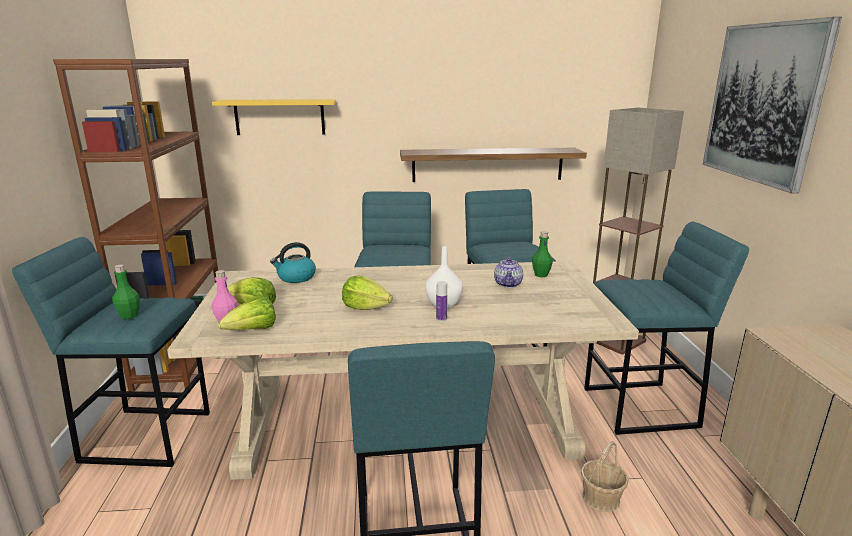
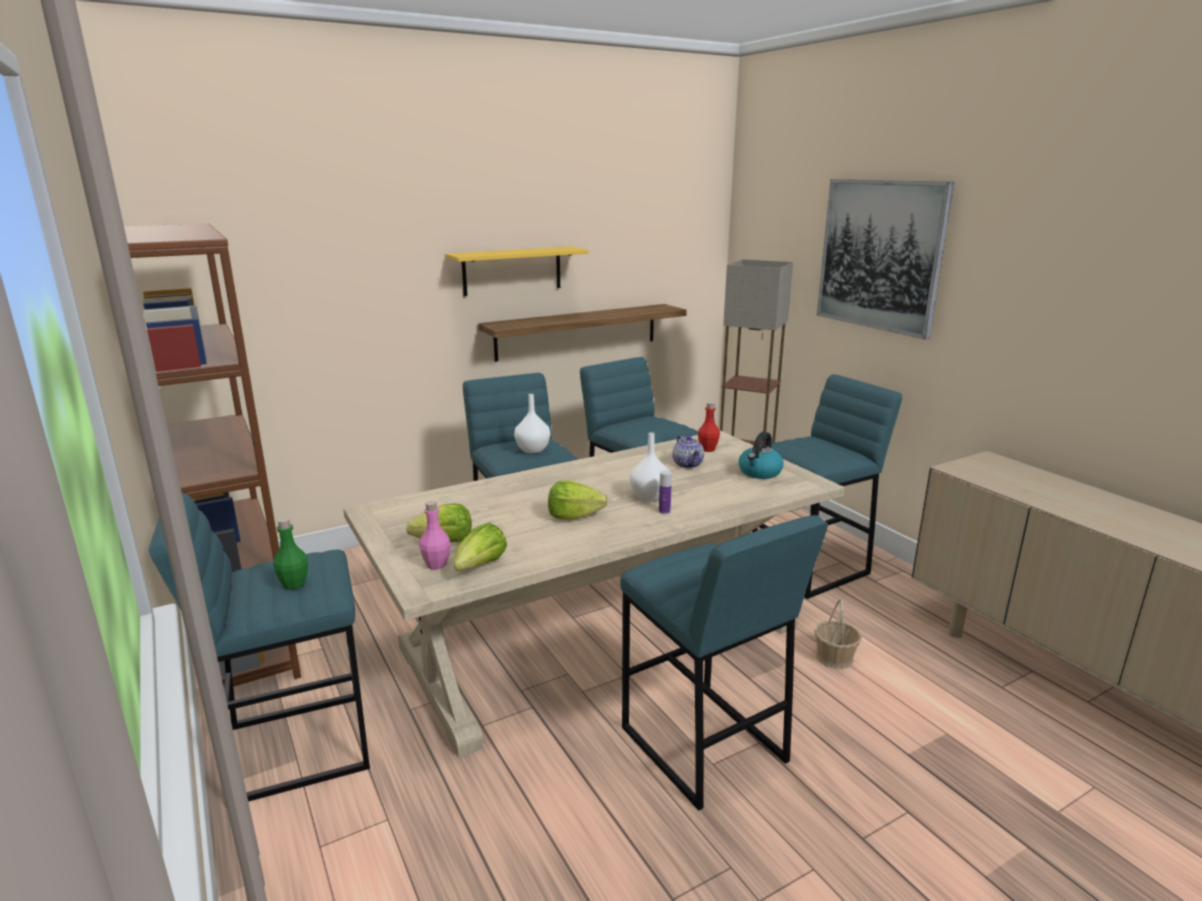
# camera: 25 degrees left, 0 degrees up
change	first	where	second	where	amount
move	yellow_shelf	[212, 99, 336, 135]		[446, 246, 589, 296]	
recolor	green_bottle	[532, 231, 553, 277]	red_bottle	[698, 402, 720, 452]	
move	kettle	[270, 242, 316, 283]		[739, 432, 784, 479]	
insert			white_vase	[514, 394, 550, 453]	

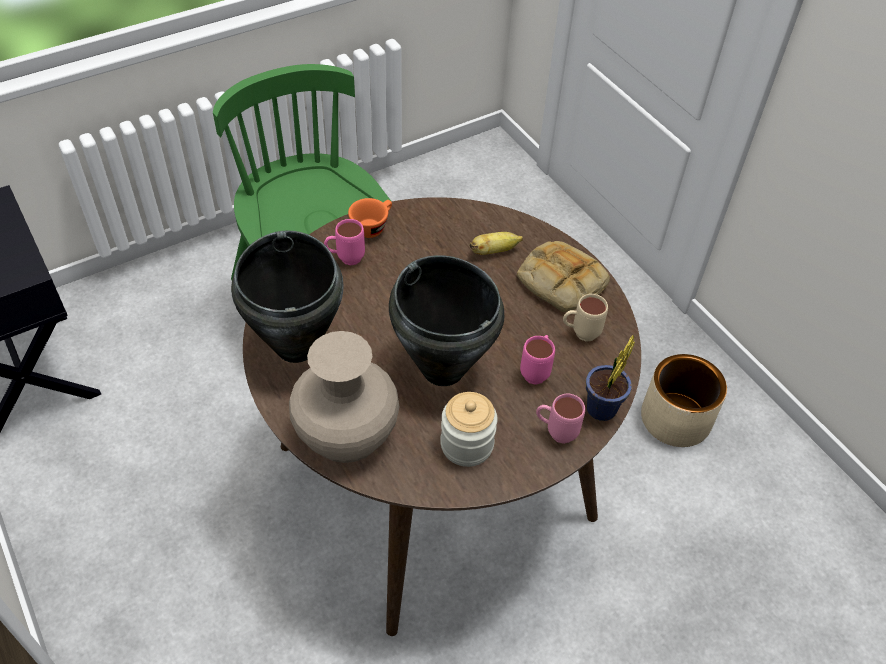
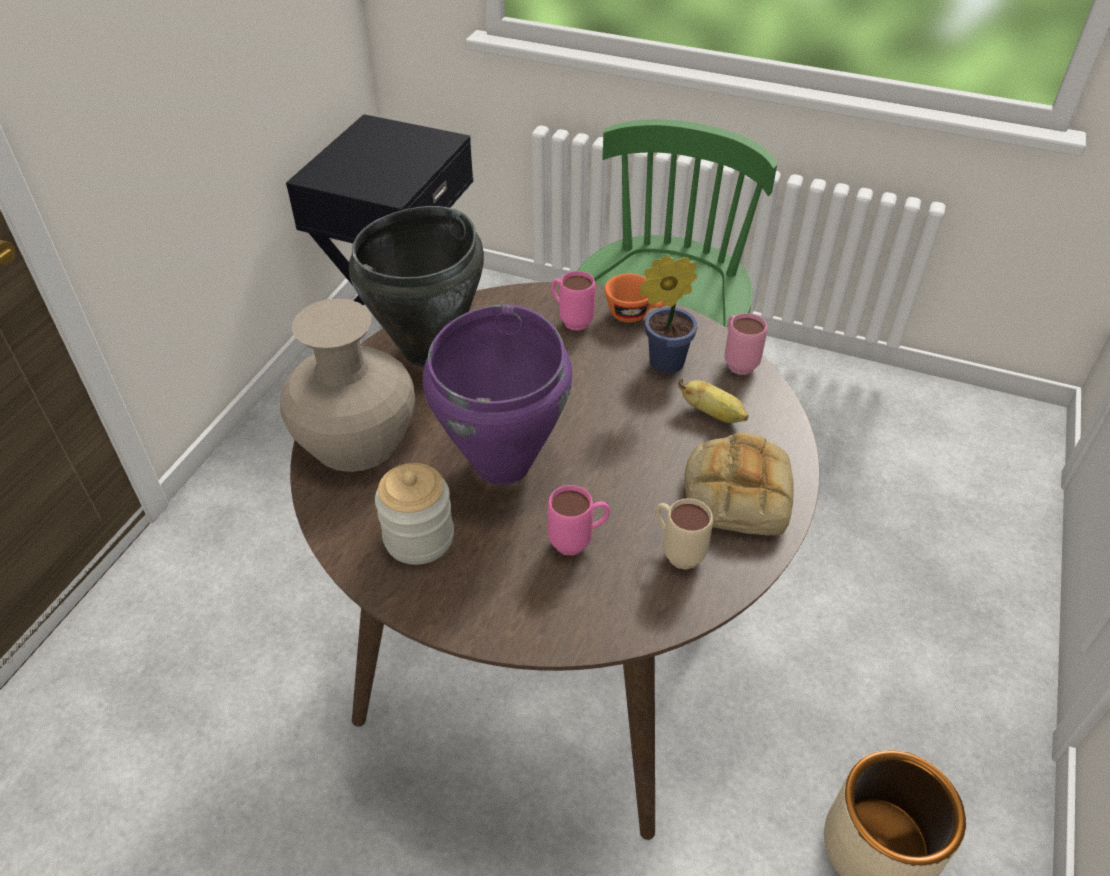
# camera: 55 degrees right, 5 degrees down
change	first	where	second	where	amount
recolor	black_cooking_pot	[389, 255, 504, 386]	purple_cooking_pot	[423, 304, 572, 485]	
move	potted_plant	[586, 335, 635, 421]		[640, 256, 698, 374]	
move	pink_mug	[536, 394, 585, 444]		[725, 313, 767, 375]	

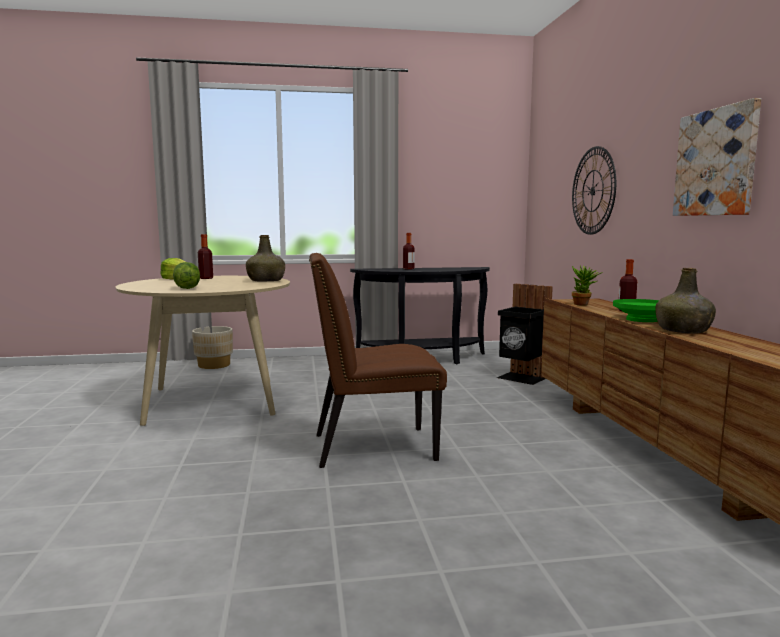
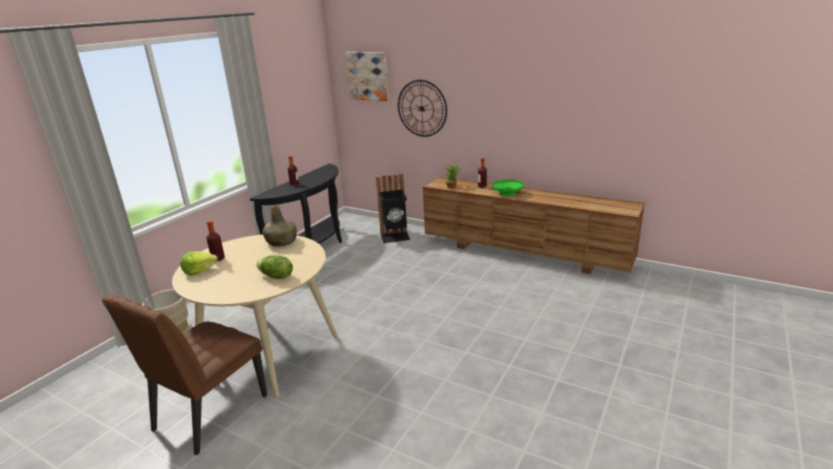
# camera: 50 degrees left, 15 degrees up
change	first	where	second	where	amount
move	picture	[673, 98, 761, 216]		[345, 52, 389, 101]	
move	brown_chair	[309, 253, 447, 468]		[102, 294, 267, 456]	
delete	green_bottle	[655, 268, 716, 334]			

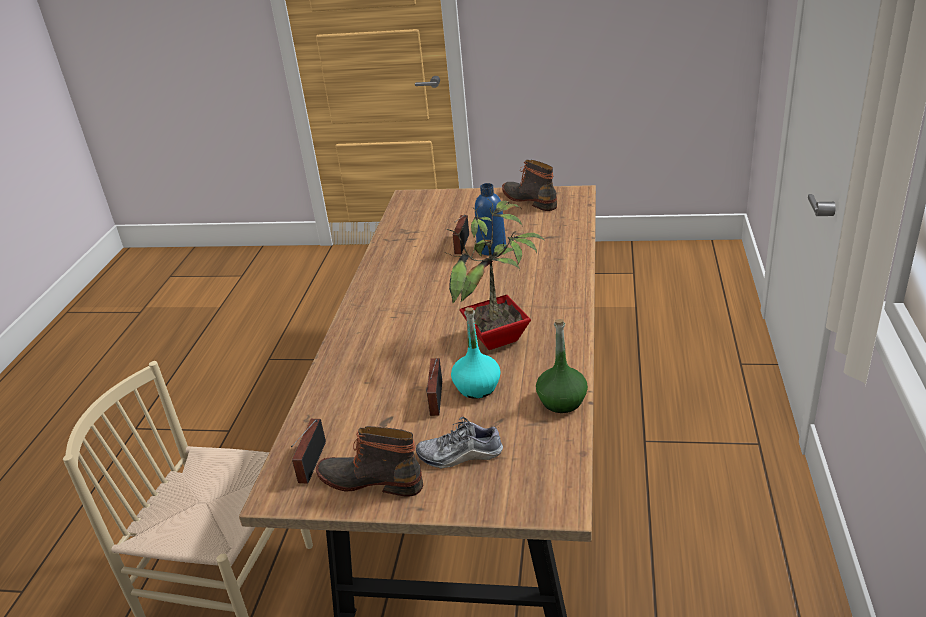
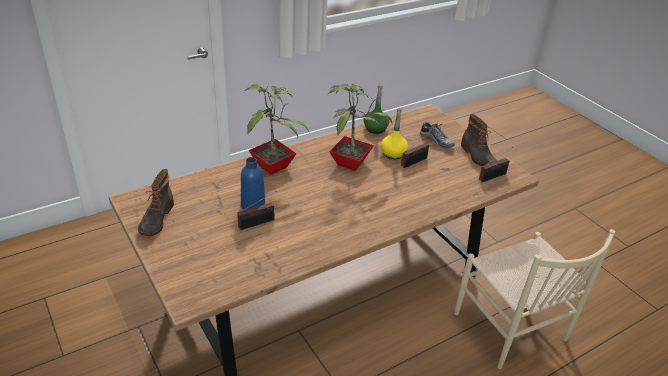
# camera: 135 degrees left, 5 degrees up
change	first	where	second	where	amount
recolor	turquoise_bottle	[451, 307, 501, 399]	yellow_bottle	[381, 108, 408, 159]	
insert			potted_plant	[244, 84, 309, 175]	

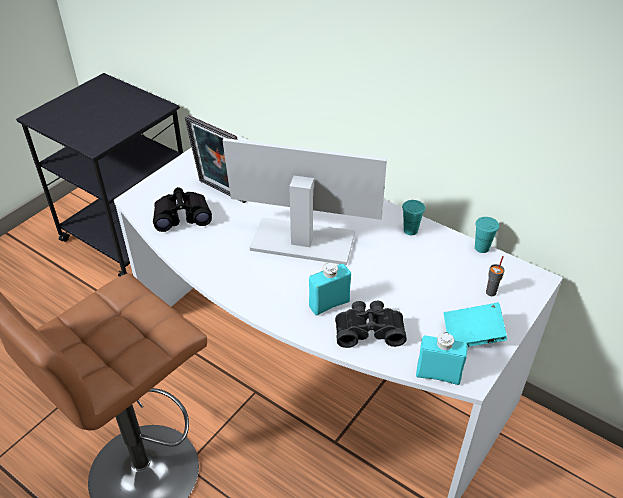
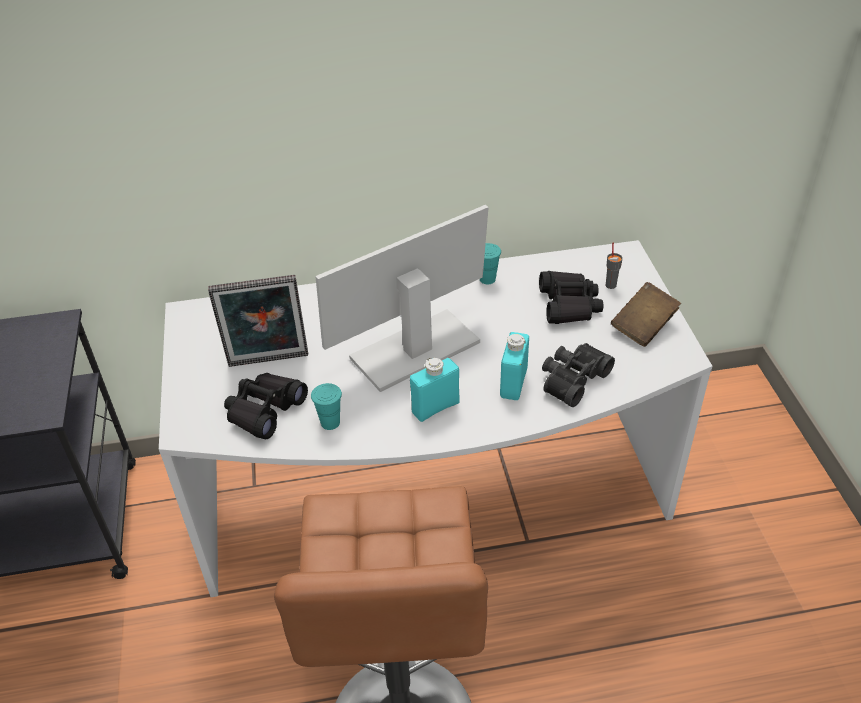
# camera: 45 degrees left, 0 degrees up
change	first	where	second	where	amount
move	turquoise_cup	[475, 217, 499, 253]		[311, 383, 342, 430]	
recolor	turquoise_book	[444, 302, 507, 347]	brown_book	[611, 282, 681, 347]	
move	turquoise_bottle	[416, 332, 468, 385]		[410, 358, 460, 422]	
insert			black_binoculars	[539, 271, 603, 324]	

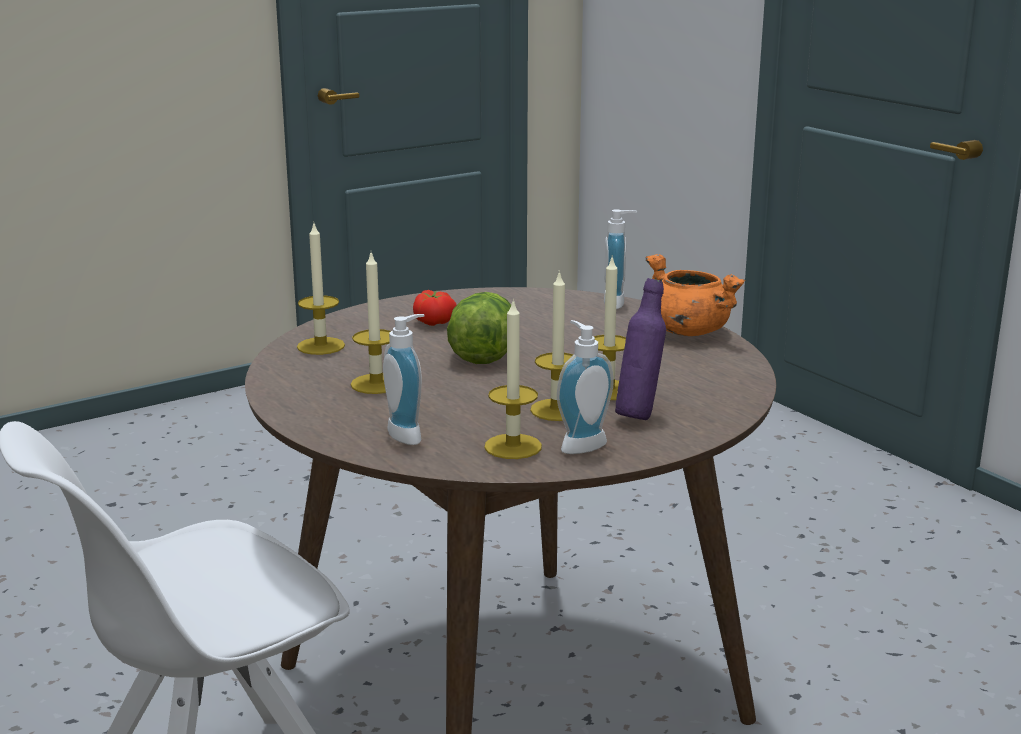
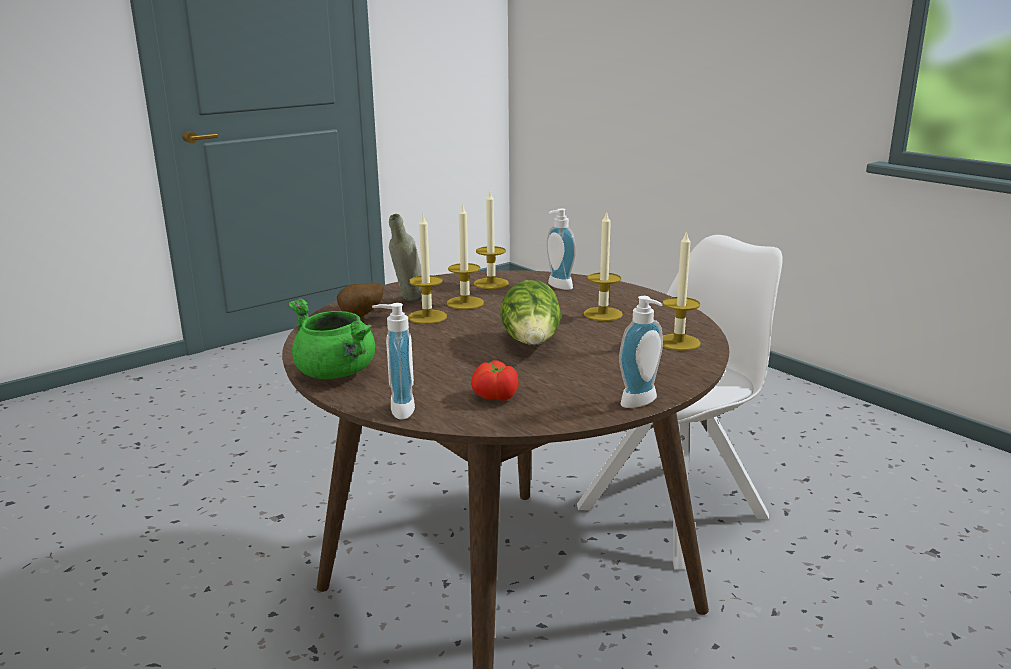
# camera: 175 degrees right, 0 degrees up
change	first	where	second	where	amount
recolor	orange_cooking_pot	[646, 254, 745, 336]	green_cooking_pot	[288, 298, 375, 379]	
recolor	purple_bottle	[615, 278, 666, 420]	grey_bottle	[389, 214, 422, 301]	
move	tomato	[413, 290, 457, 326]		[471, 360, 519, 401]	
move	soap_dispenser	[557, 320, 614, 454]		[619, 296, 663, 408]	
insert			potato	[337, 283, 384, 317]	

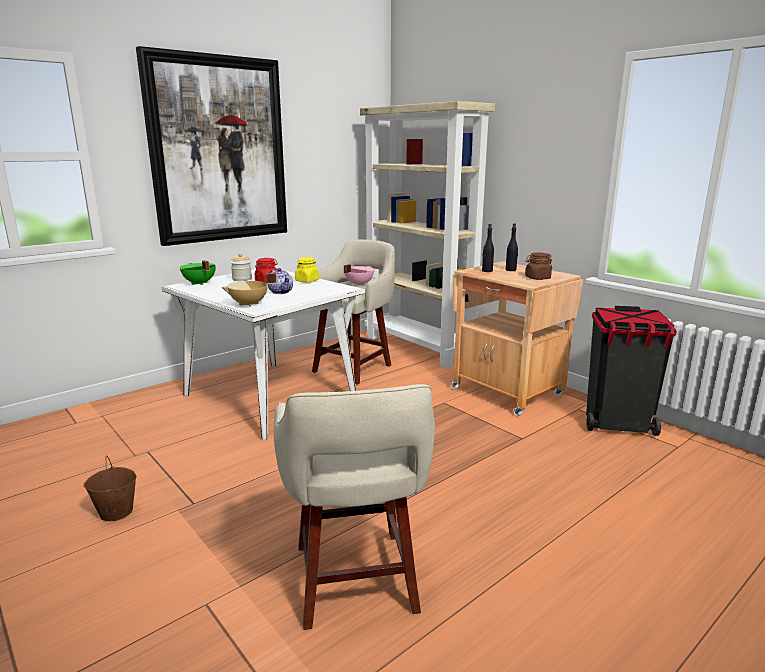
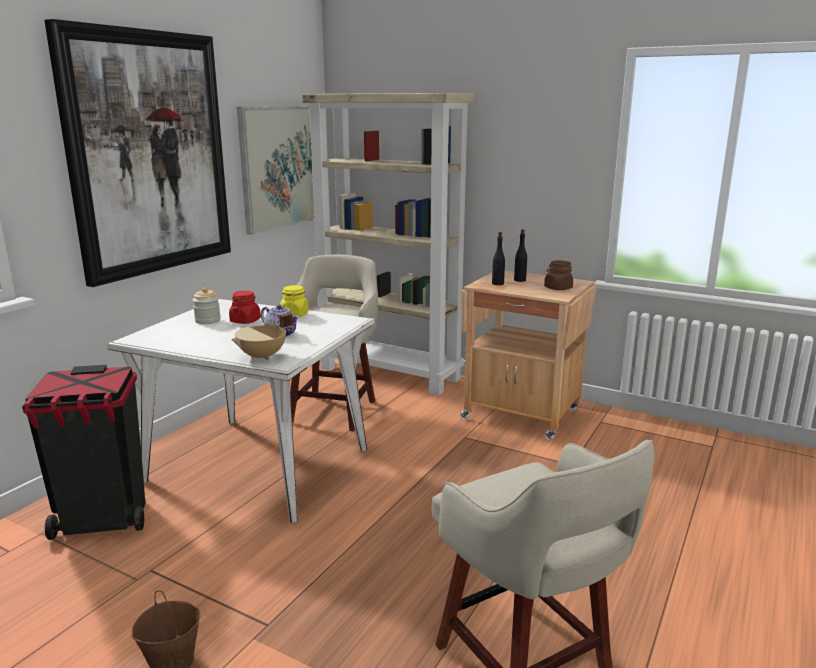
# camera: 20 degrees left, 0 degrees up
change	first	where	second	where	amount
delete	green_cooking_pot	[179, 260, 216, 285]			
delete	pink_cooking_pot	[344, 264, 375, 286]			
move	black_trash_can	[586, 306, 677, 436]		[22, 365, 145, 540]	
insert			picture	[237, 106, 315, 235]	

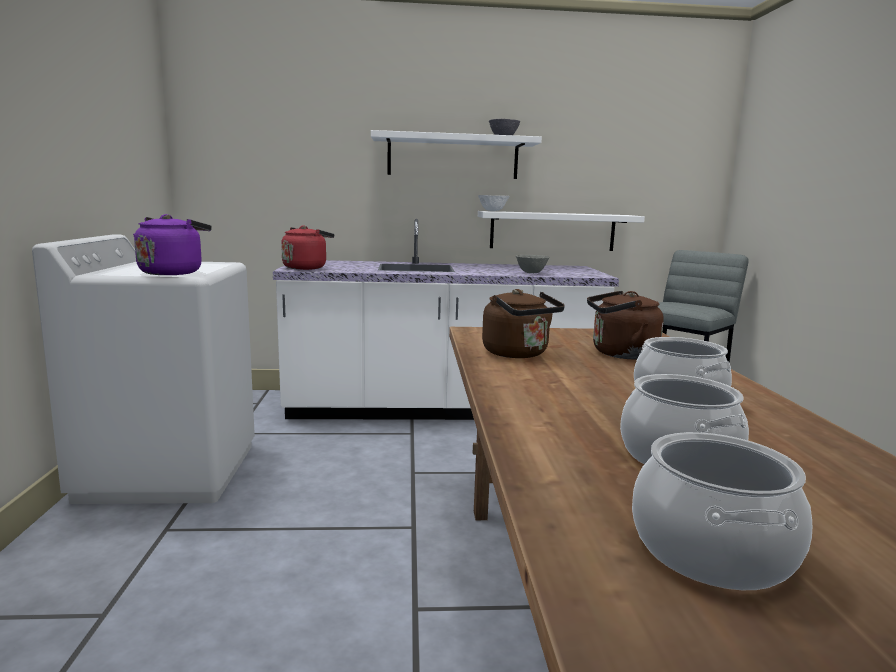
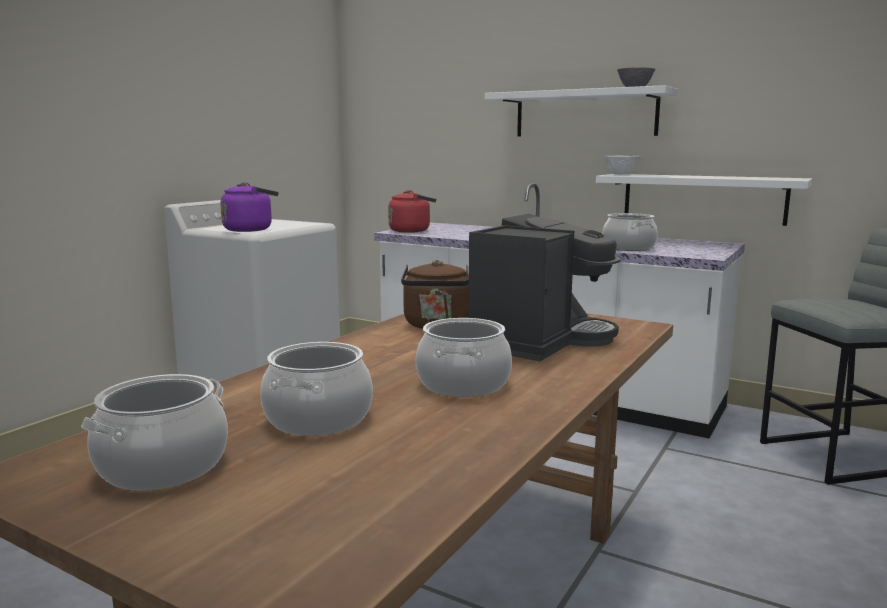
# camera: 35 degrees right, 0 degrees up
change	first	where	second	where	amount
replace	grey_bowl	[516, 255, 549, 273]	cooking_pot	[602, 213, 658, 251]	
replace	brown_kettle	[587, 291, 664, 359]	coffee_machine	[468, 214, 621, 361]	

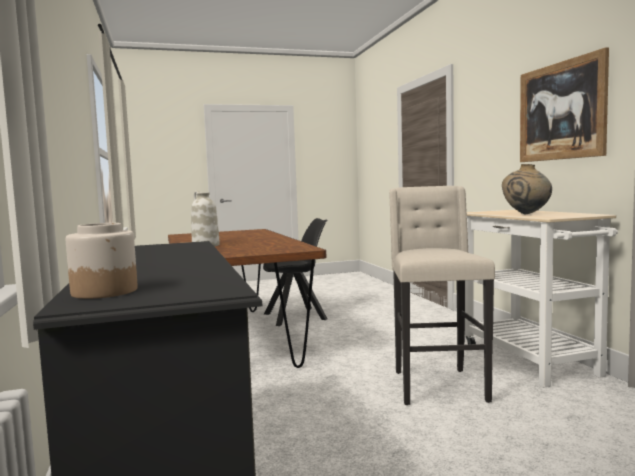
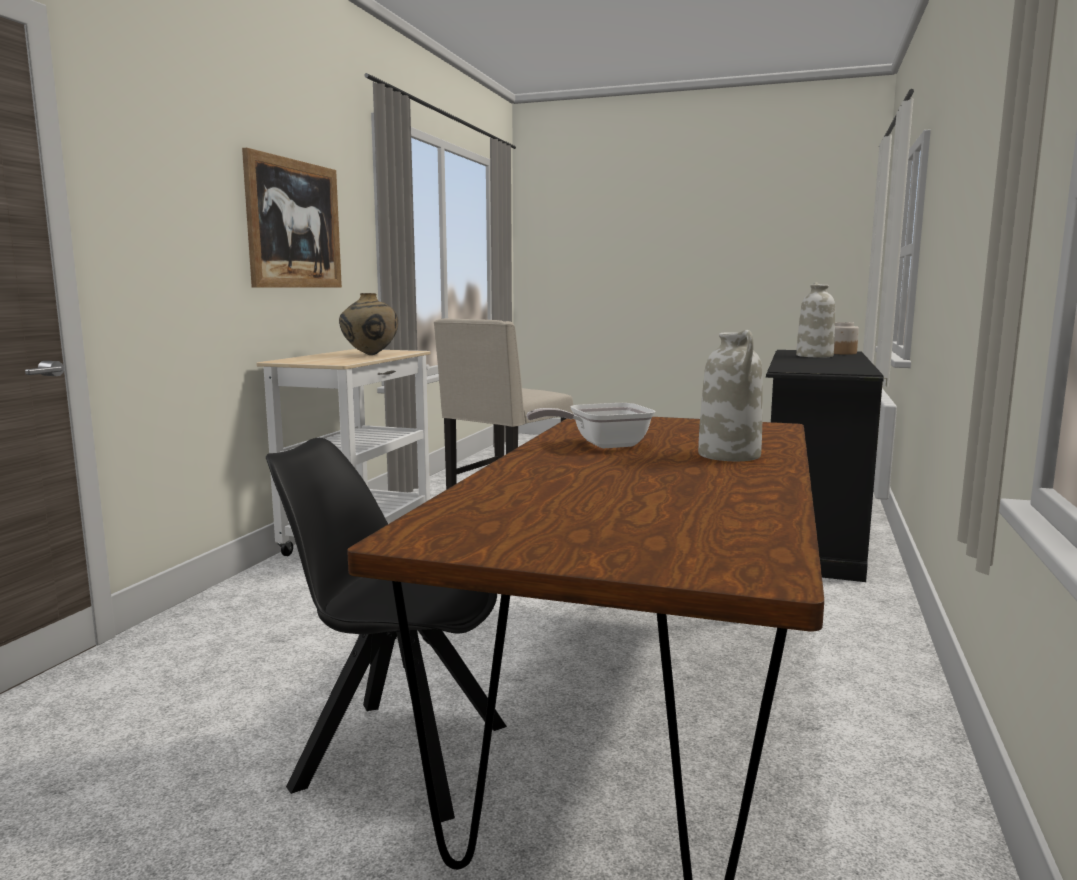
# camera: 145 degrees left, 5 degrees up
change	first	where	second	where	amount
insert			white_vase	[796, 282, 835, 358]	
insert			frying_pan	[526, 403, 655, 448]	

